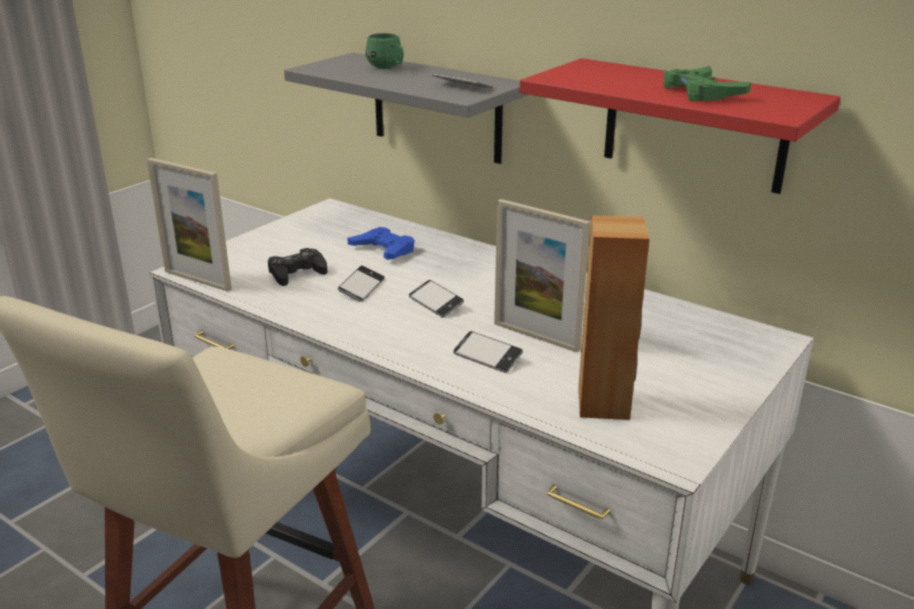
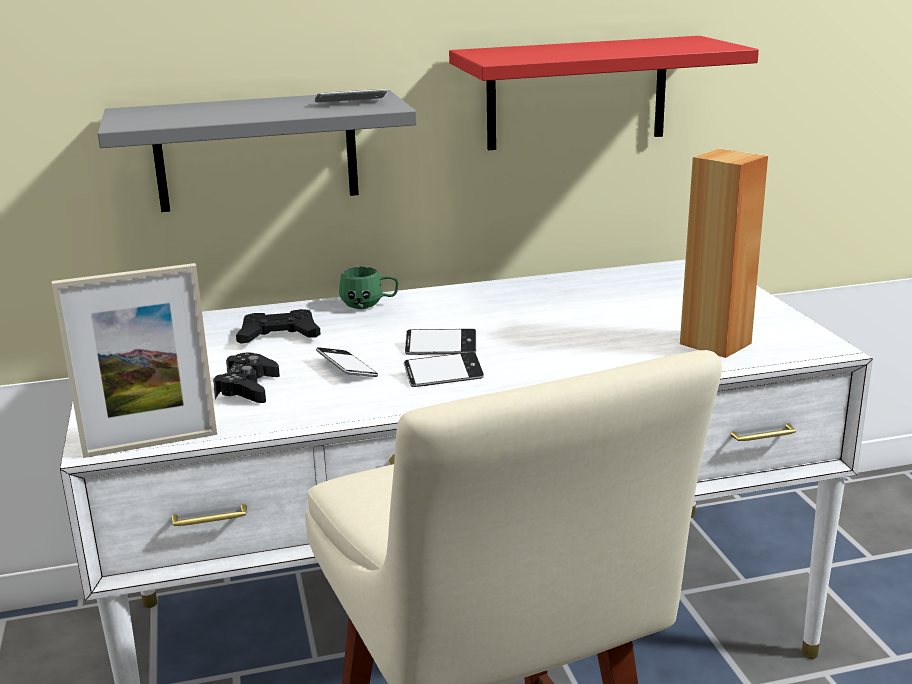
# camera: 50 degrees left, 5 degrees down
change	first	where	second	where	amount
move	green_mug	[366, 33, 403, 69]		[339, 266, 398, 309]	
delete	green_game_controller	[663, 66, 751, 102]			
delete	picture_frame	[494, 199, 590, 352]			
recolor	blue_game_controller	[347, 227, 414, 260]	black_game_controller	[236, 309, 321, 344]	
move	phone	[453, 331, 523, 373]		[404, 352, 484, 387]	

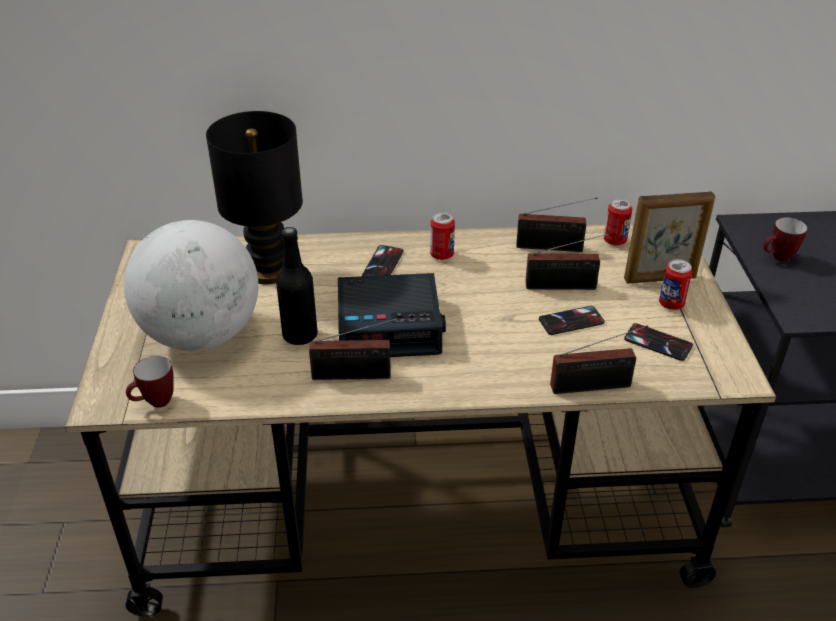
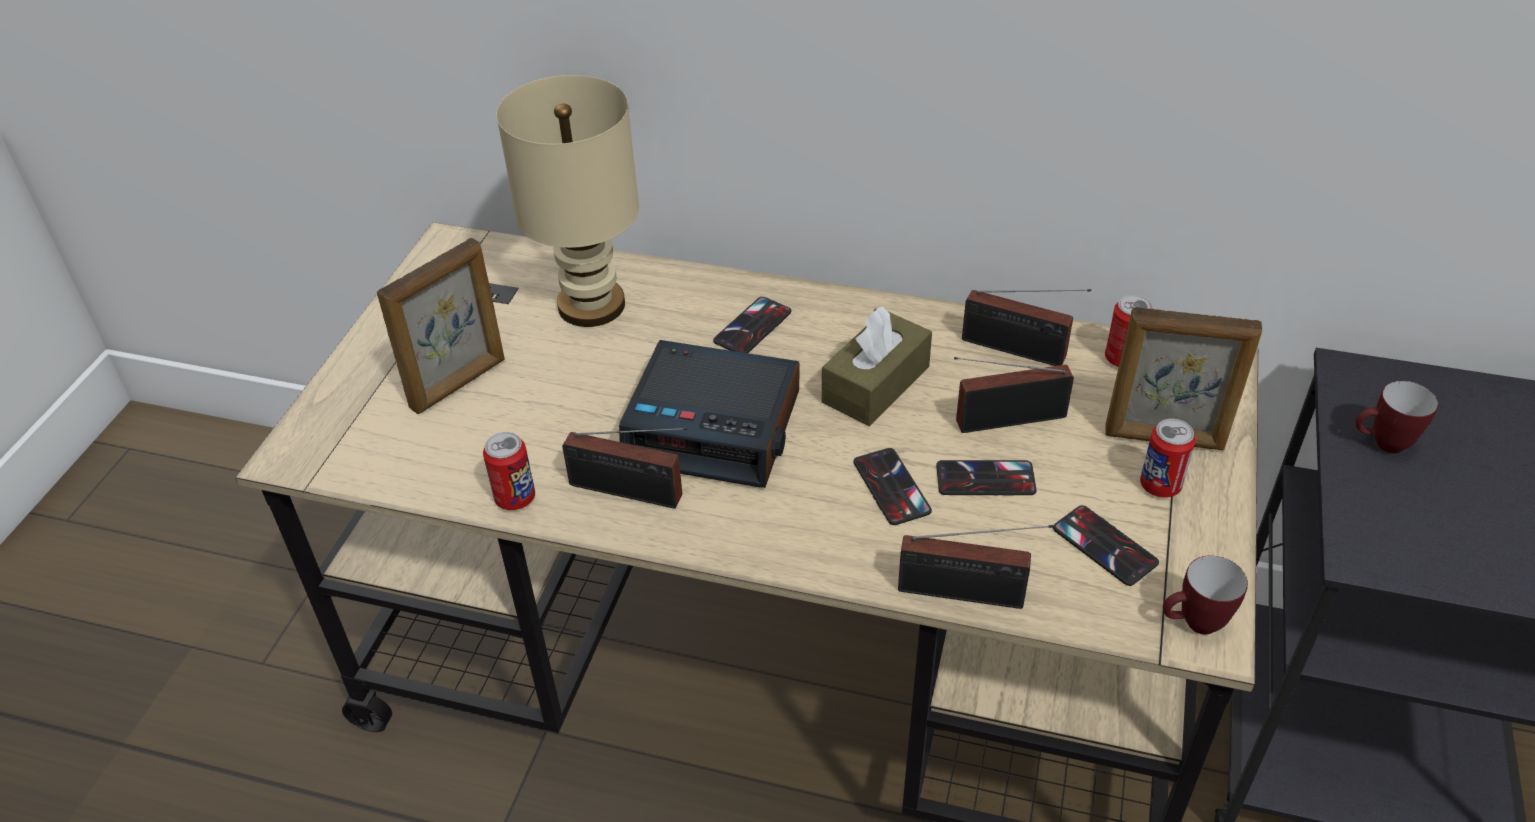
# camera: 20 degrees right, 5 degrees up
change	first	where	second	where	amount
recolor	black_table_lamp	[206, 111, 303, 285]	beige_table_lamp	[496, 75, 639, 327]	
move	can	[430, 212, 455, 260]		[483, 432, 535, 510]	
replace	globe	[124, 220, 259, 351]	picture_frame	[377, 238, 505, 414]	
delete	black_bottle	[276, 227, 318, 345]			
rotate	radio	[525, 233, 611, 290]		[954, 357, 1074, 433]	150 degrees clockwise
move	mug	[126, 356, 174, 408]		[1163, 555, 1248, 634]	
insert			brown_tissue_box	[822, 306, 932, 426]	
insert			phone	[853, 448, 932, 525]	

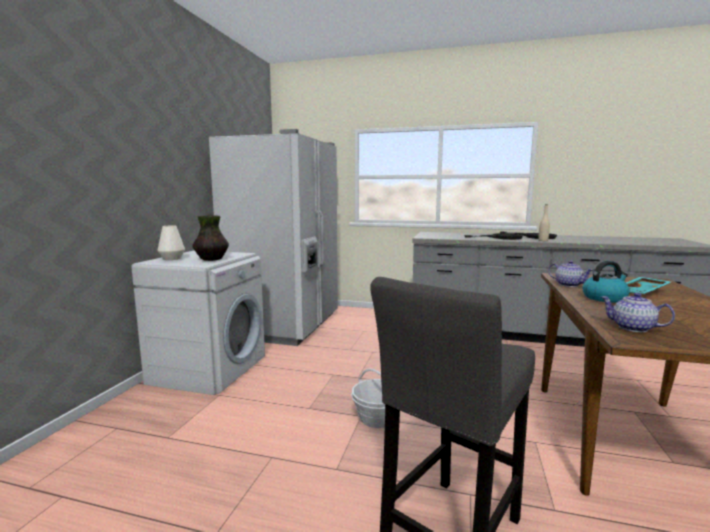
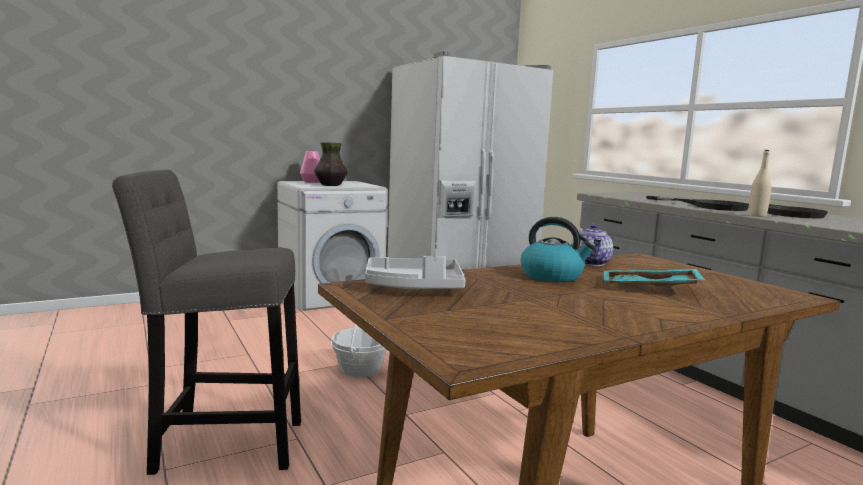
# camera: 45 degrees right, 0 degrees up
change	first	where	second	where	amount
recolor	white_vase	[158, 225, 185, 260]	pink_vase	[300, 151, 320, 183]	
replace	teapot	[601, 293, 675, 332]	grey_tray	[365, 256, 466, 289]	

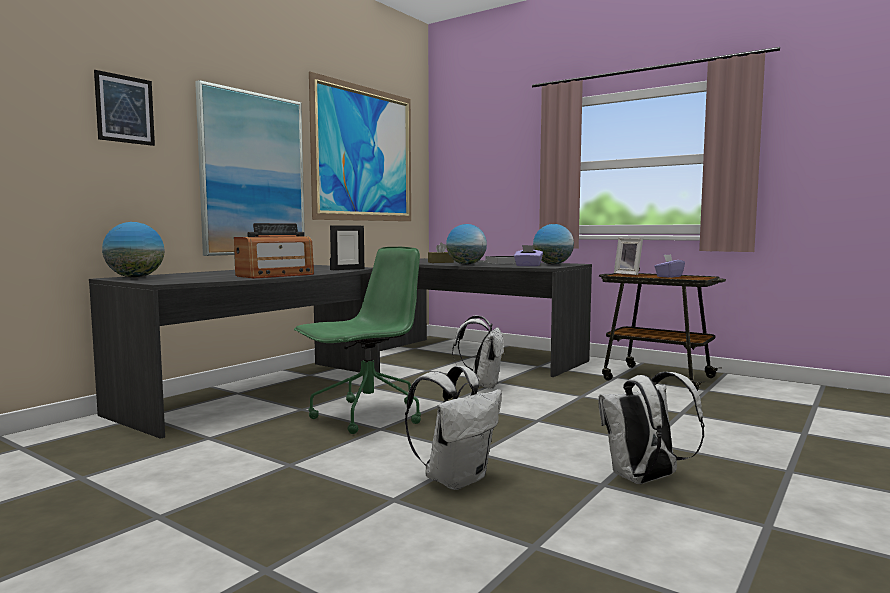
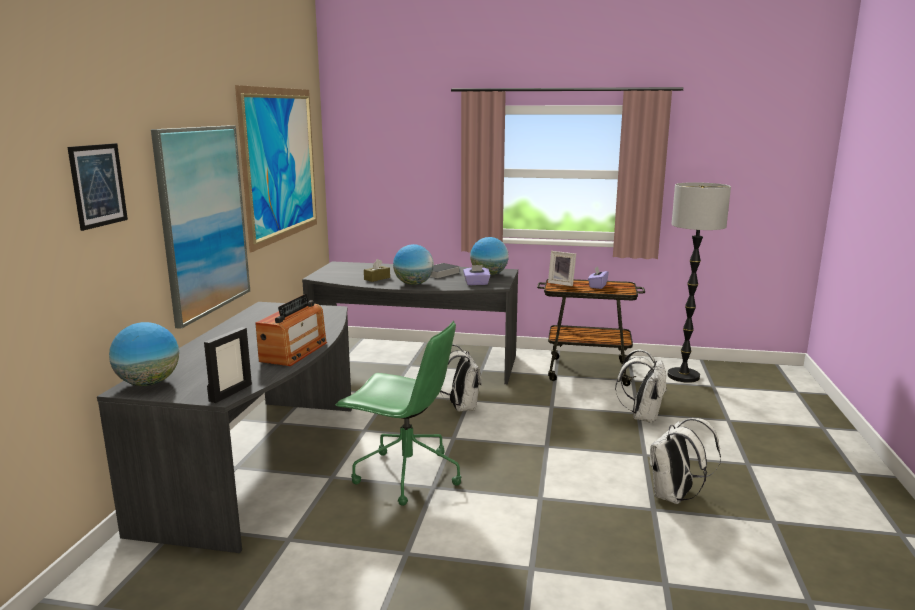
# camera: 25 degrees left, 10 degrees up
change	first	where	second	where	amount
move	picture_frame	[330, 226, 364, 270]		[204, 327, 252, 403]	
rotate	green_office_chair	[294, 247, 421, 434]		[335, 321, 461, 506]	90 degrees clockwise
move	white_backpack	[405, 366, 502, 490]		[615, 350, 667, 423]	
insert			floor_lamp	[667, 182, 731, 383]	

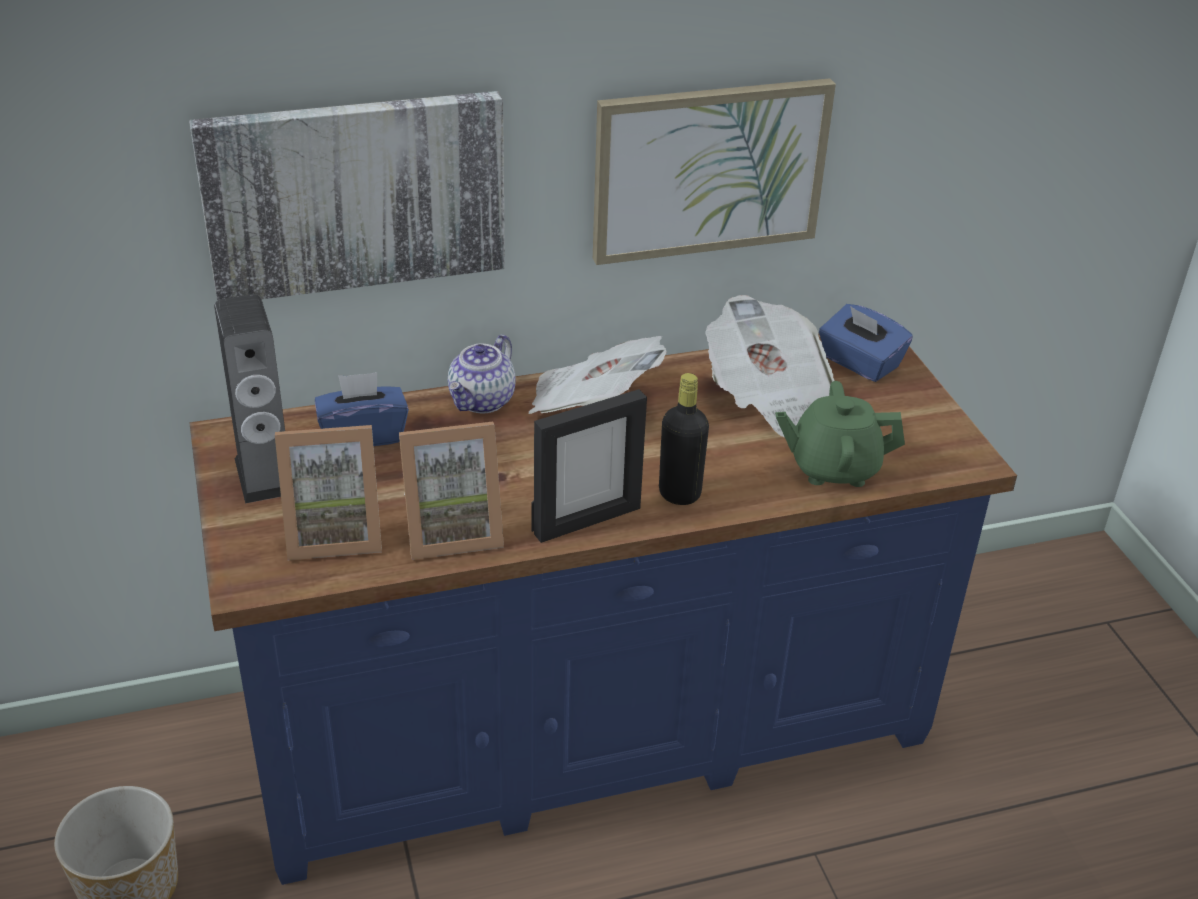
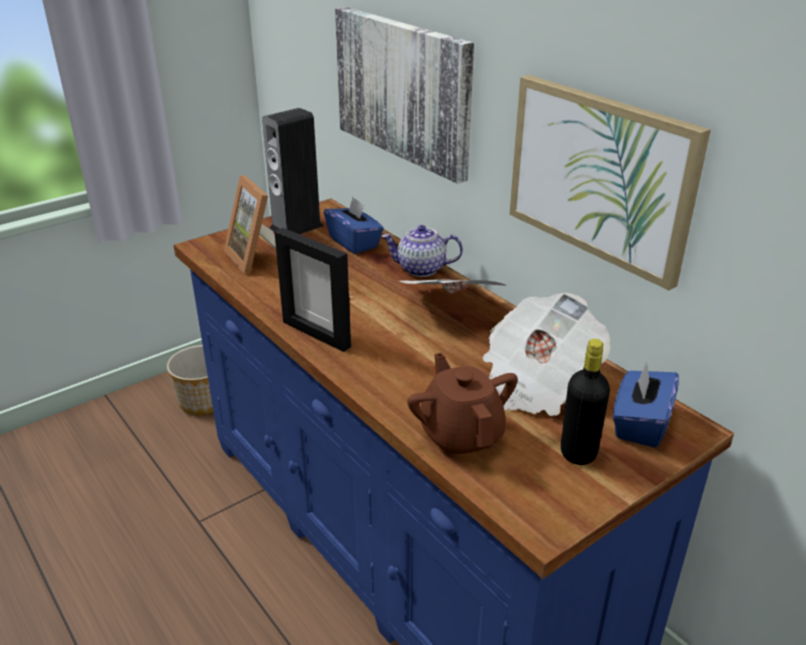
# camera: 70 degrees right, 5 degrees down
change	first	where	second	where	amount
move	black_bottle	[659, 373, 709, 505]		[561, 339, 610, 465]	
recolor	green_teapot	[775, 381, 905, 487]	brown_teapot	[407, 353, 518, 457]	
delete	picture_frame	[399, 422, 504, 560]			

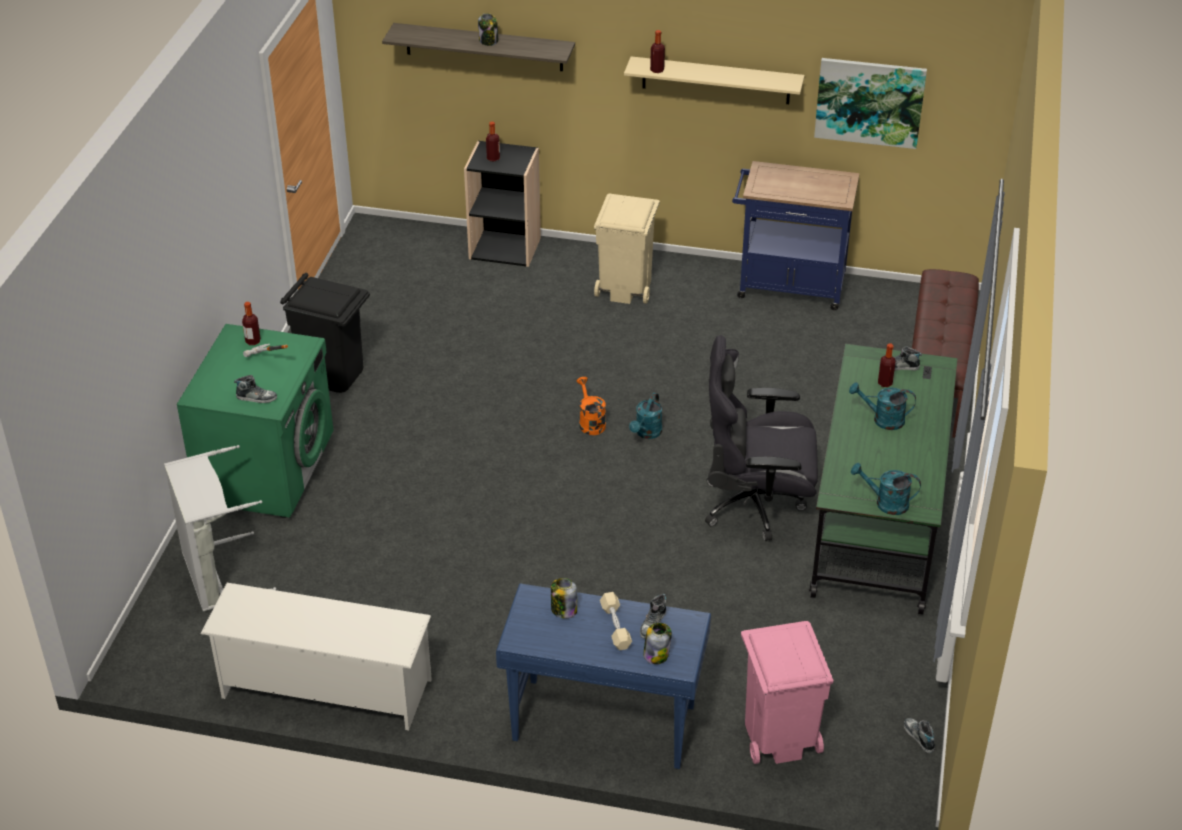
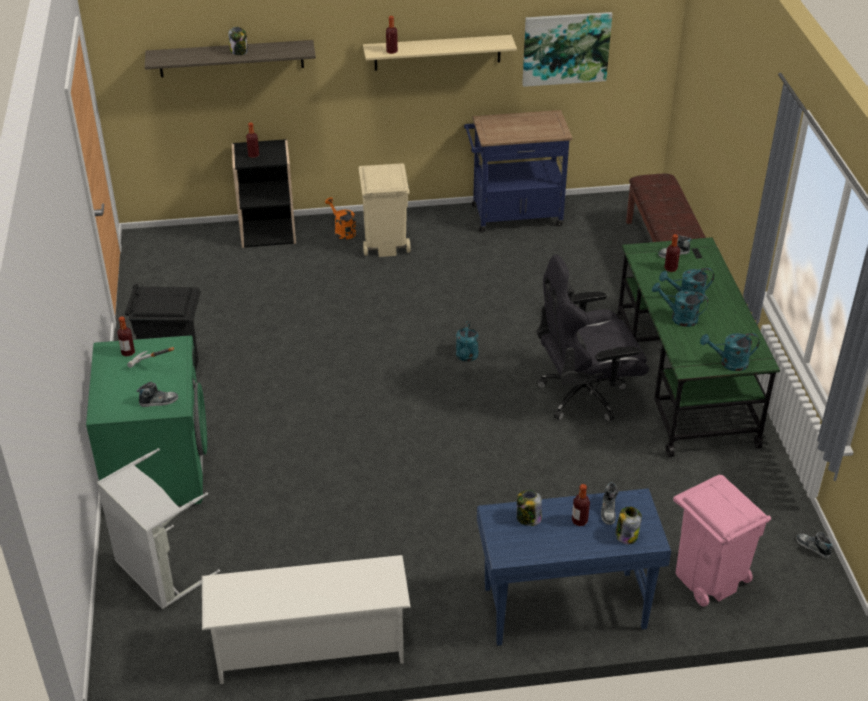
# camera: 20 degrees left, 0 degrees up
change	first	where	second	where	amount
move	orange_watering_can	[577, 377, 606, 435]		[325, 197, 356, 240]	
replace	beige_dumbbell	[600, 592, 632, 650]	bottle	[572, 484, 590, 526]	
insert			turquoise_watering_can	[652, 282, 708, 327]	

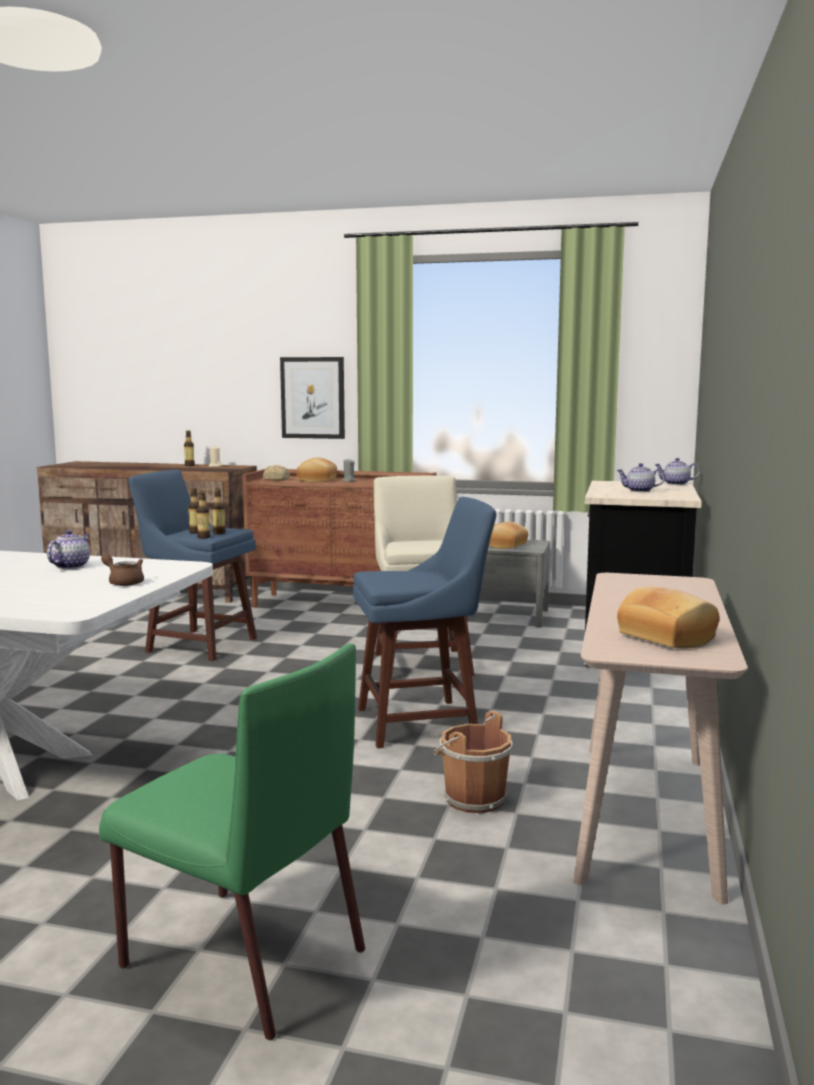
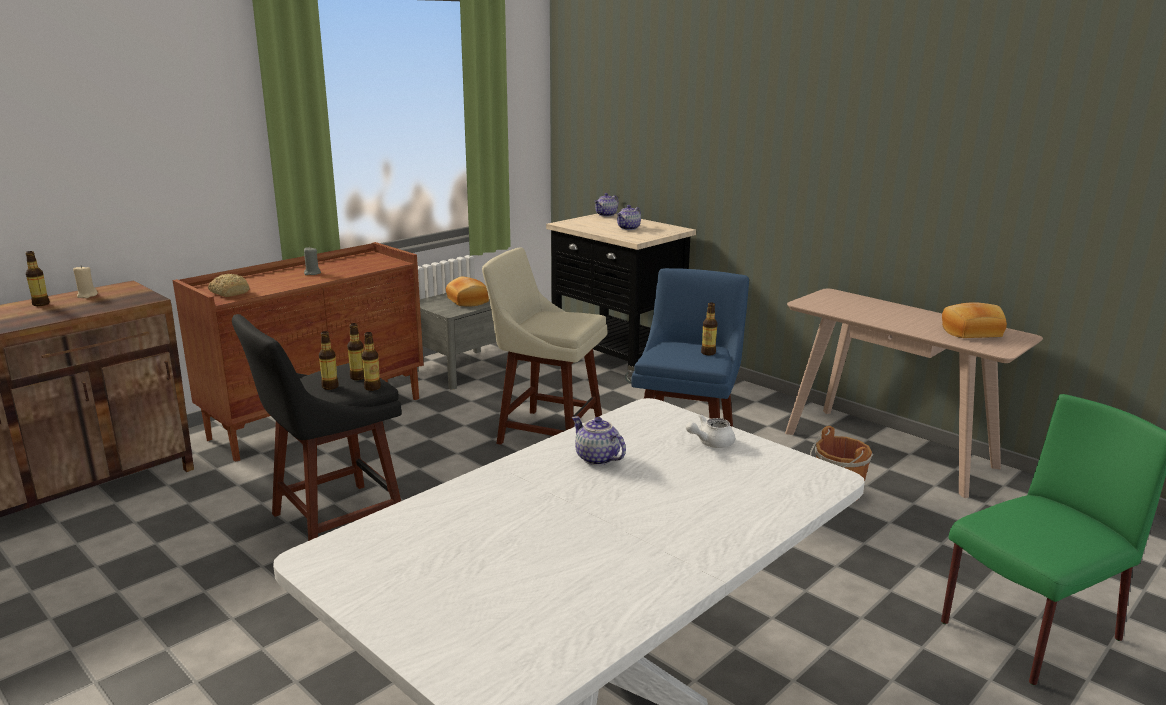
# camera: 60 degrees left, 10 degrees up
change	first	where	second	where	amount
delete	picture	[280, 357, 345, 439]			
delete	bread	[296, 457, 337, 482]			
recolor	blue_stool	[129, 470, 257, 661]	black_stool	[232, 314, 402, 541]	
recolor	brown_teapot	[101, 554, 144, 586]	white_teapot	[686, 414, 735, 448]	
insert			bottle	[701, 302, 718, 356]	

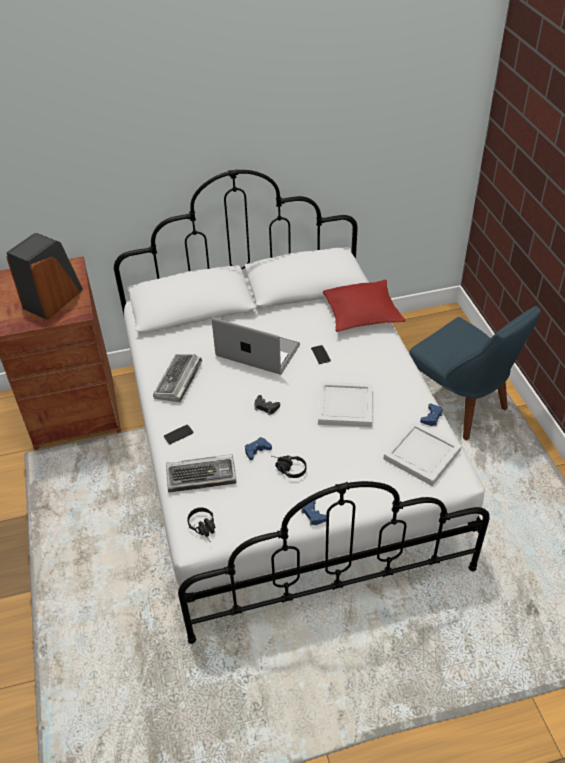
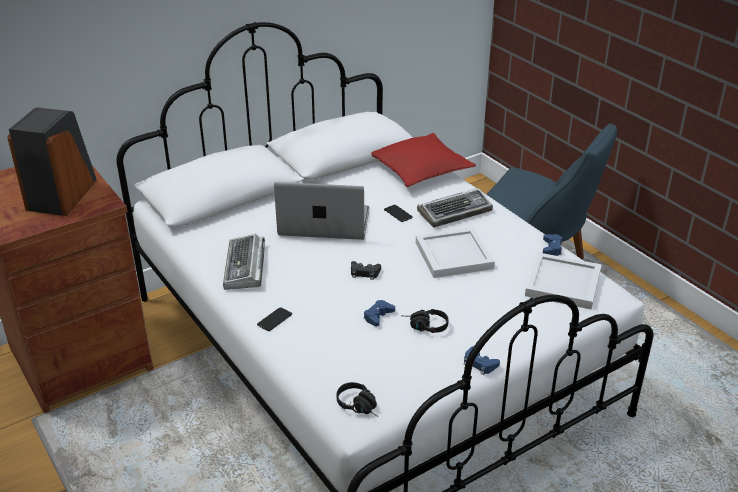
# camera: 20 degrees left, 10 degrees down
change	first	where	second	where	amount
move	keyboard	[166, 454, 237, 493]		[417, 189, 493, 228]	

